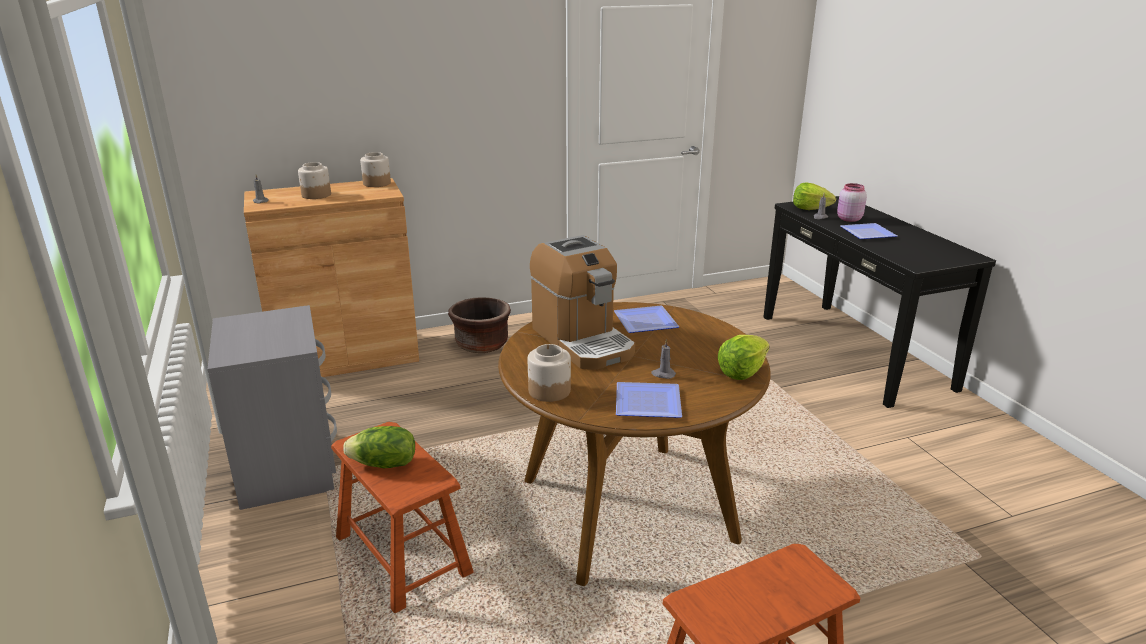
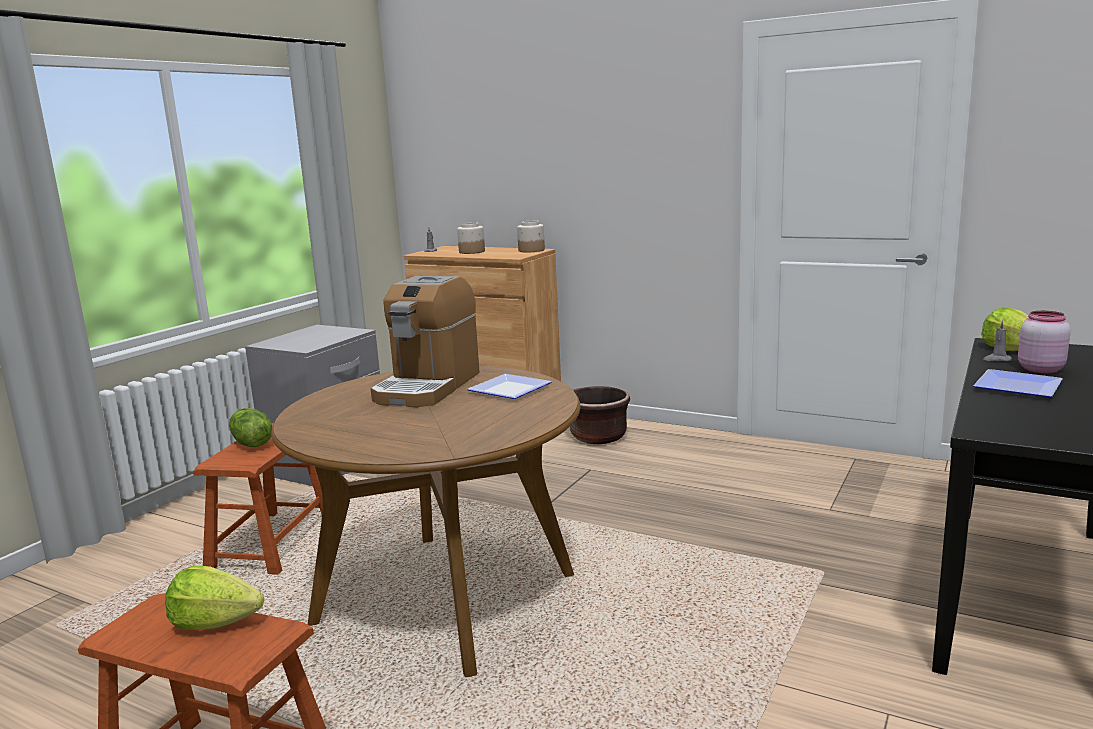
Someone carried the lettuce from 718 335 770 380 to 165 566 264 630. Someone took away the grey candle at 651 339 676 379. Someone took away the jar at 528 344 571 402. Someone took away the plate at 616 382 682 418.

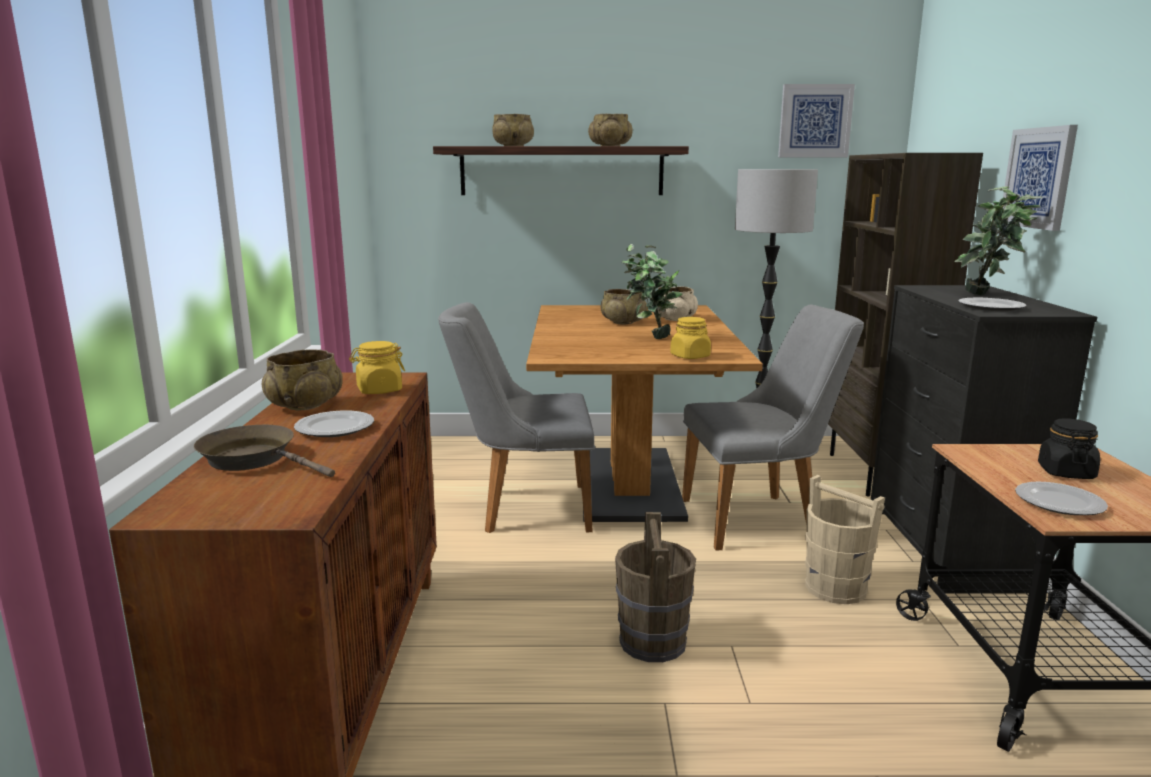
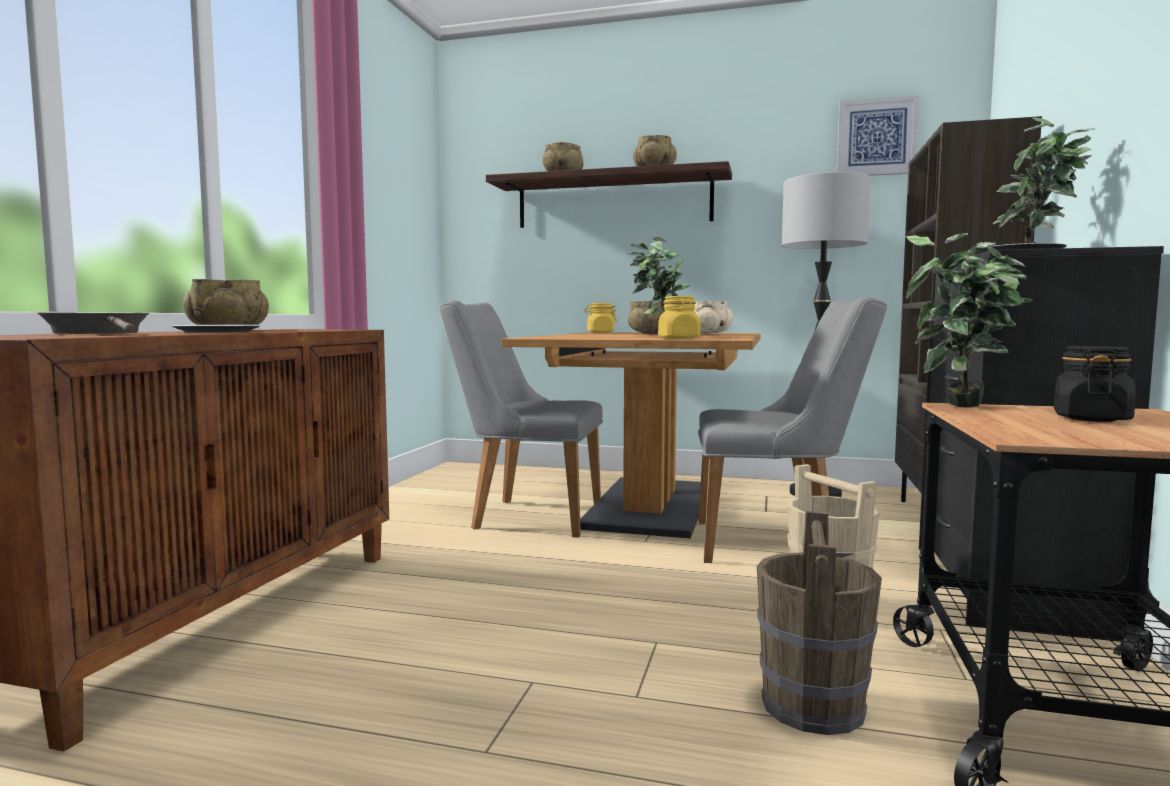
Someone took away the picture at 1003 125 1078 231. Someone carried the yellow jar from 349 341 405 394 to 584 303 617 333. Someone took away the plate at 1015 482 1108 515. Someone carried the brown bucket from 615 512 696 662 to 757 511 882 735. Someone put down the potted plant at 905 233 1033 408.

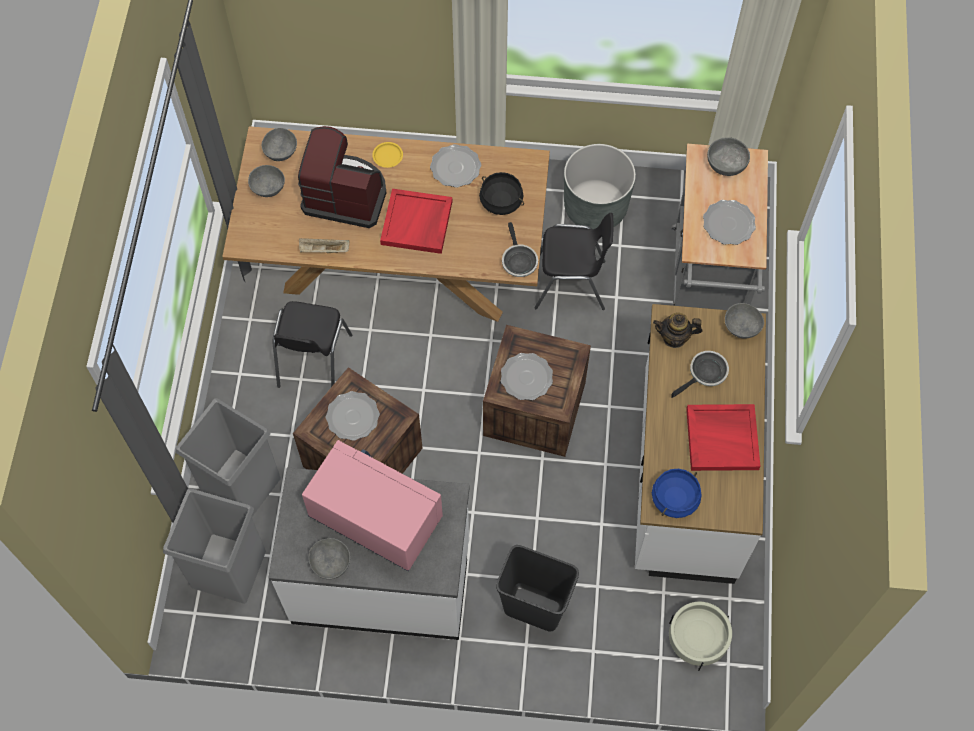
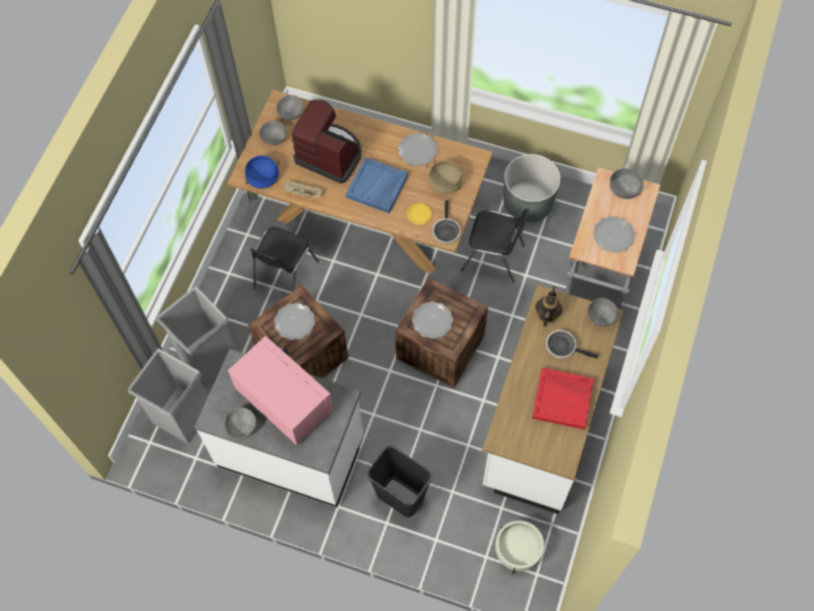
Someone carried the yellow plate from 372 142 403 168 to 407 203 432 225. Someone repainted the black cooking pot at 479 172 524 215, which became the beige cooking pot at 428 161 463 194. Someone repainted the red tray at 380 189 452 254, which became the blue tray at 346 157 408 214. Someone rotated the teapot at 653 313 703 348 by 90 degrees clockwise. Someone rotated the frying pan at 671 351 729 398 by 135 degrees counterclockwise. Someone carried the blue cooking pot from 652 469 702 518 to 245 155 279 189.

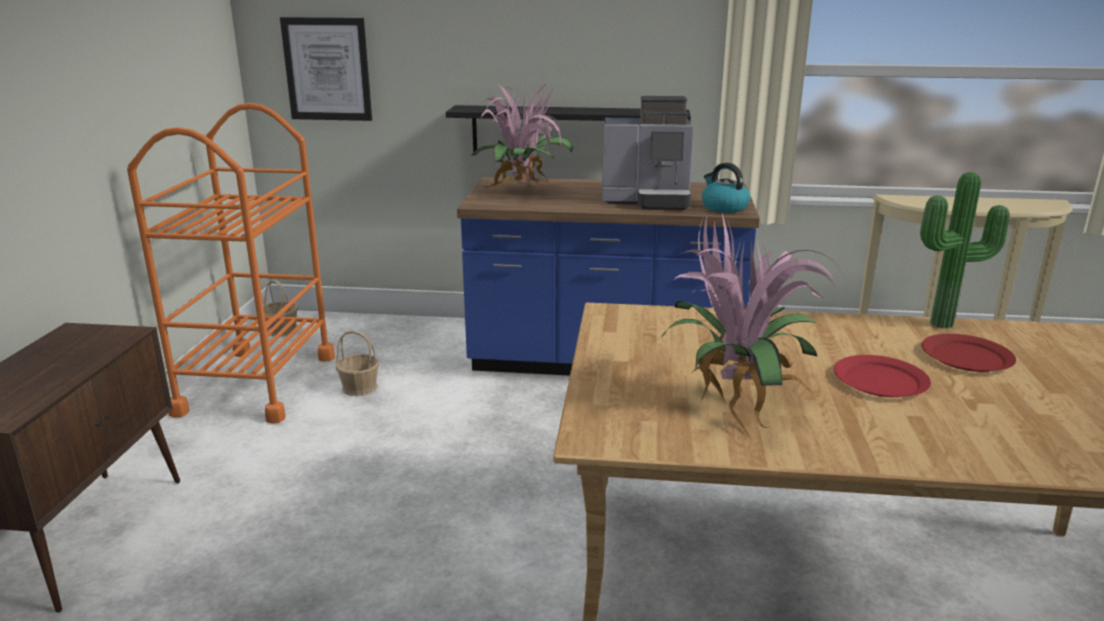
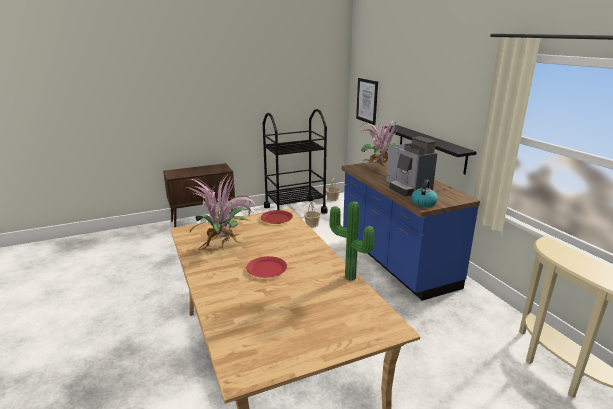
Someone repainted the orange cart at 127 103 335 423, which became the black cart at 263 109 327 214. Someone carried the red plate from 921 334 1016 372 to 261 210 293 224.

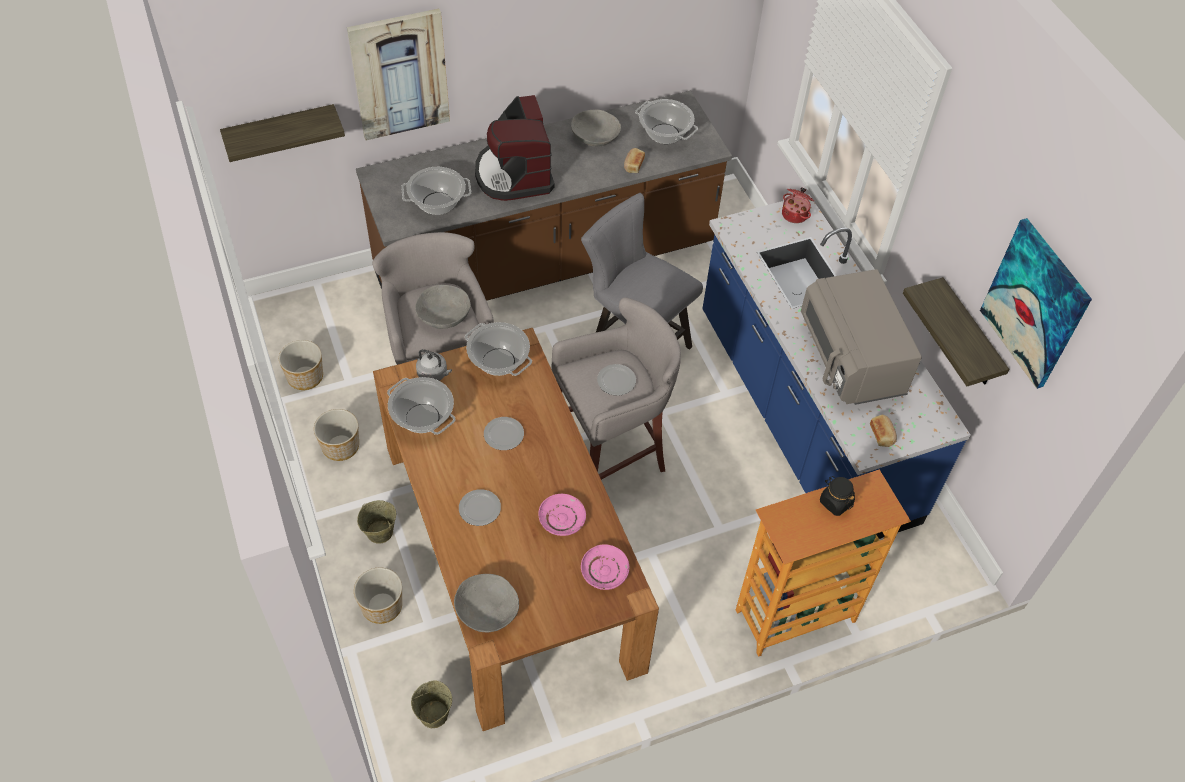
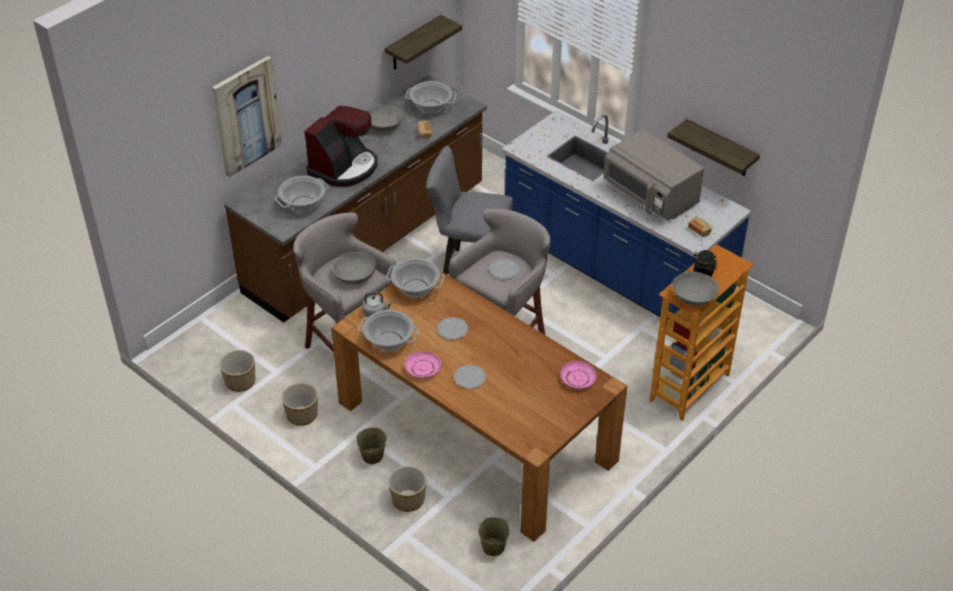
Someone rotated the coffee machine at 475 95 555 201 by 105 degrees counterclockwise. Someone carried the shelf from 220 104 345 162 to 385 15 462 70. Someone took away the cooking pot at 782 187 814 223. Someone took away the picture at 980 218 1092 389. Someone carried the pink plate from 538 494 586 536 to 405 351 441 379. Someone carried the grey bowl from 454 574 519 633 to 672 271 719 306.

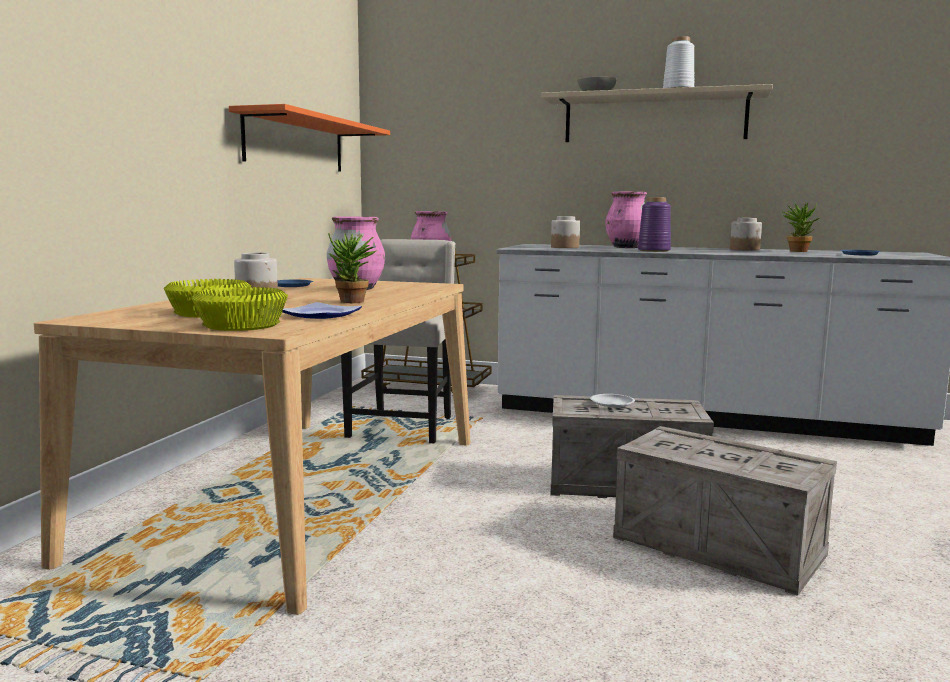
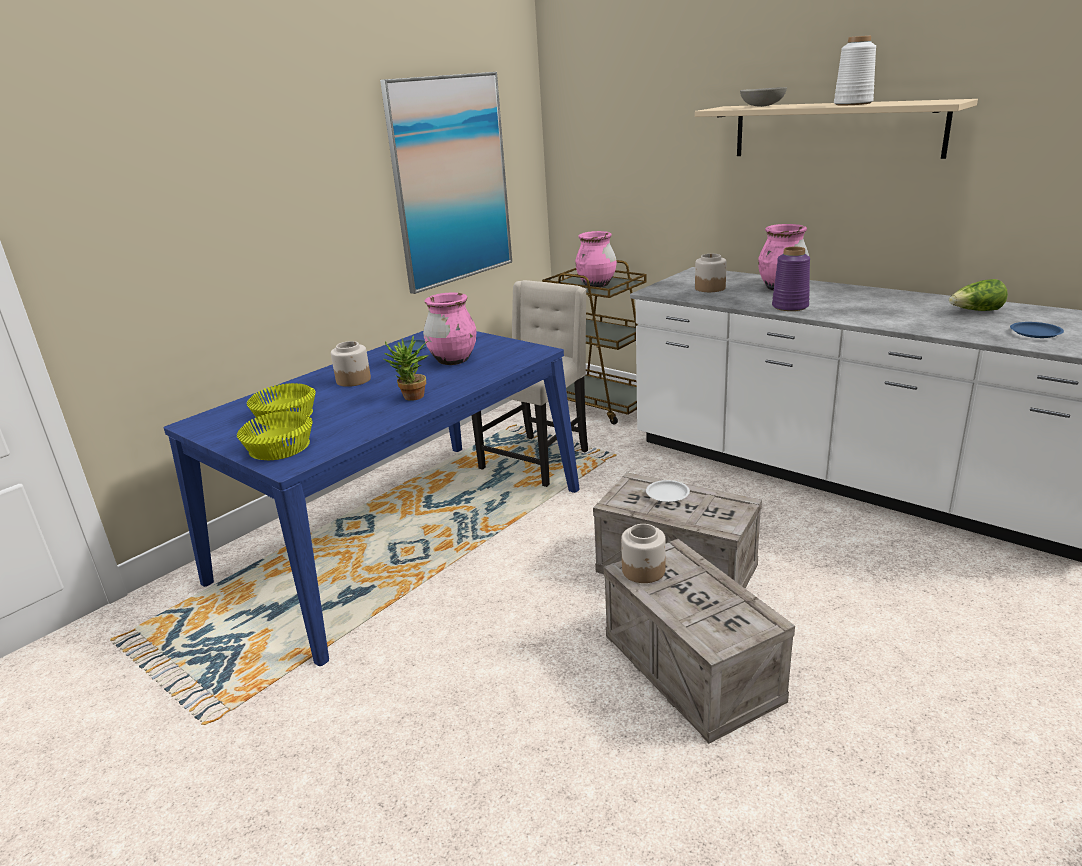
Someone swapped the orange shelf at 229 104 390 172 for the picture at 380 72 512 294. Someone swapped the potted plant at 782 203 820 252 for the lettuce at 949 279 1008 311. Someone carried the jar from 730 218 762 250 to 621 524 666 583. Someone repainted the beige dining table at 34 278 470 615, which became the blue dining table at 163 331 580 666. Someone took away the plate at 282 302 362 319.

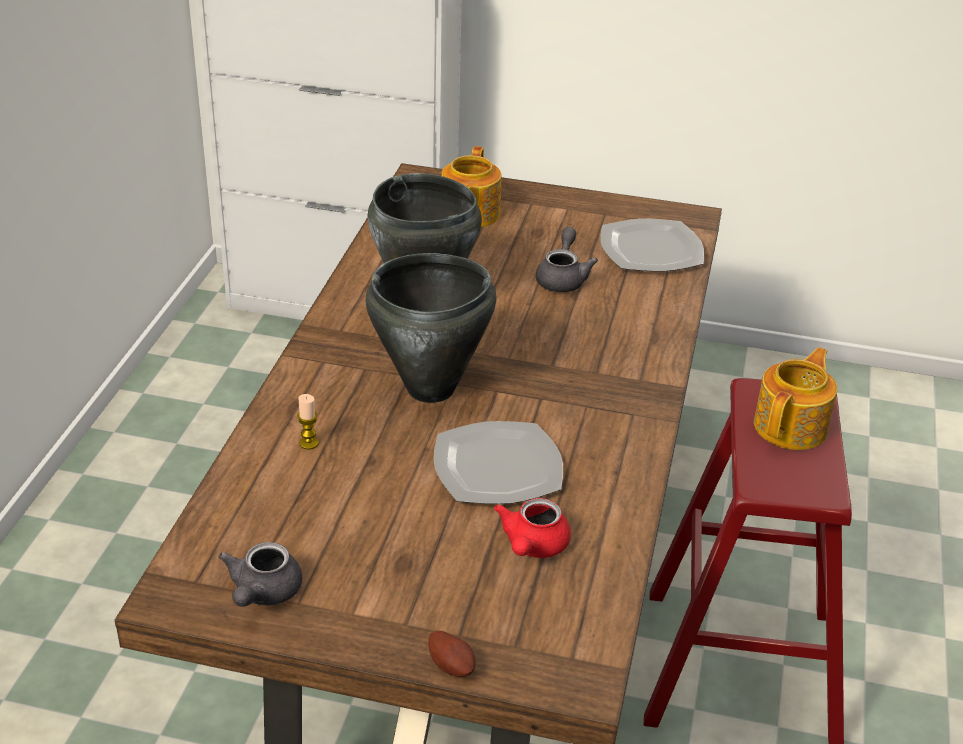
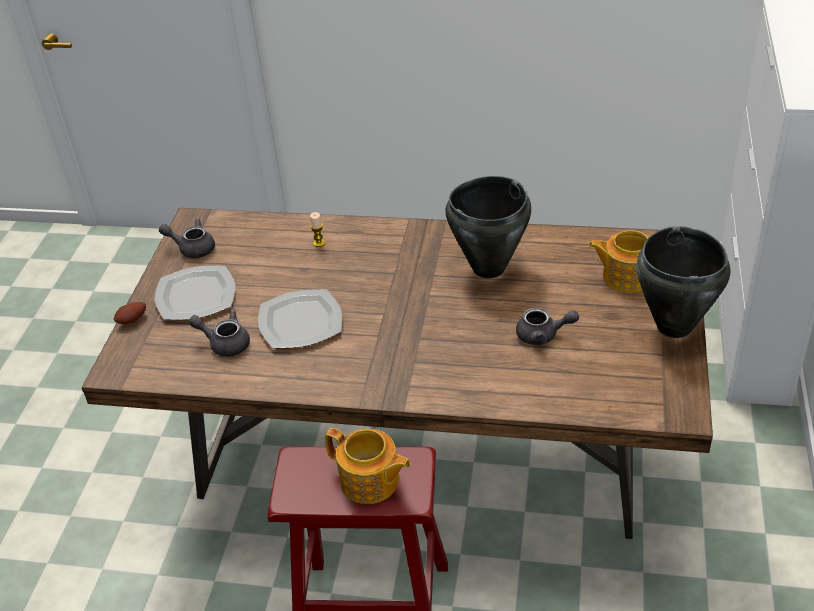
Someone carried the plate from 600 219 704 272 to 155 266 235 320. Someone carried the black cooking pot from 366 253 496 403 to 636 226 730 338. Someone repainted the red teapot at 494 498 571 558, which became the grey teapot at 188 309 250 357.

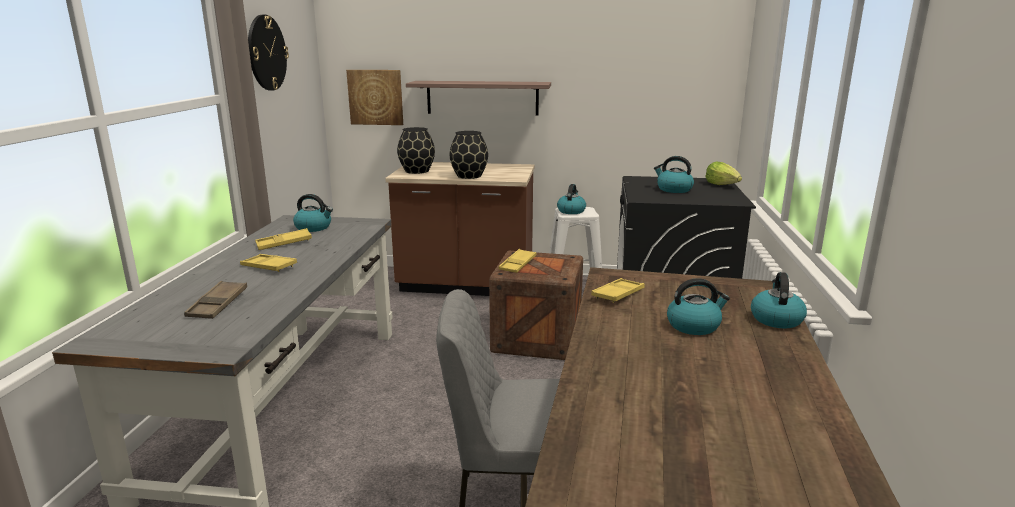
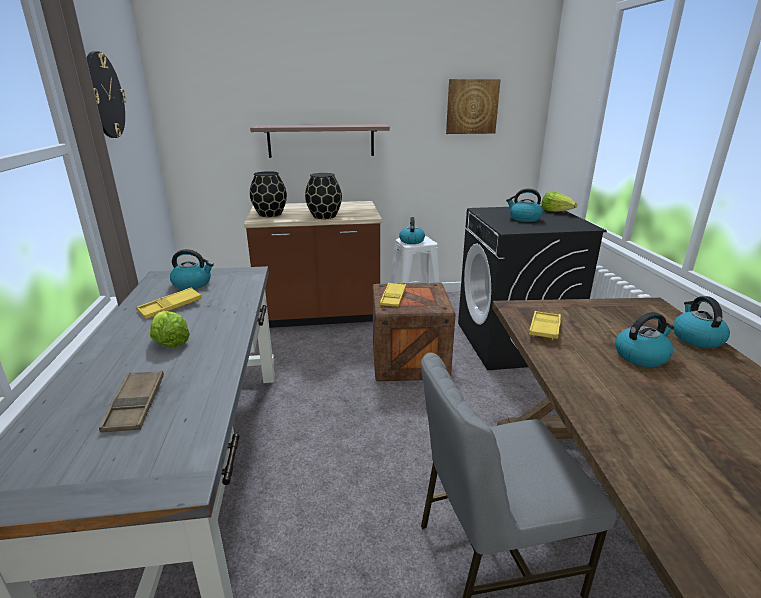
Someone carried the picture from 346 70 403 125 to 446 79 501 134. Someone swapped the yellow tray at 240 254 297 272 for the lettuce at 150 311 190 347.

